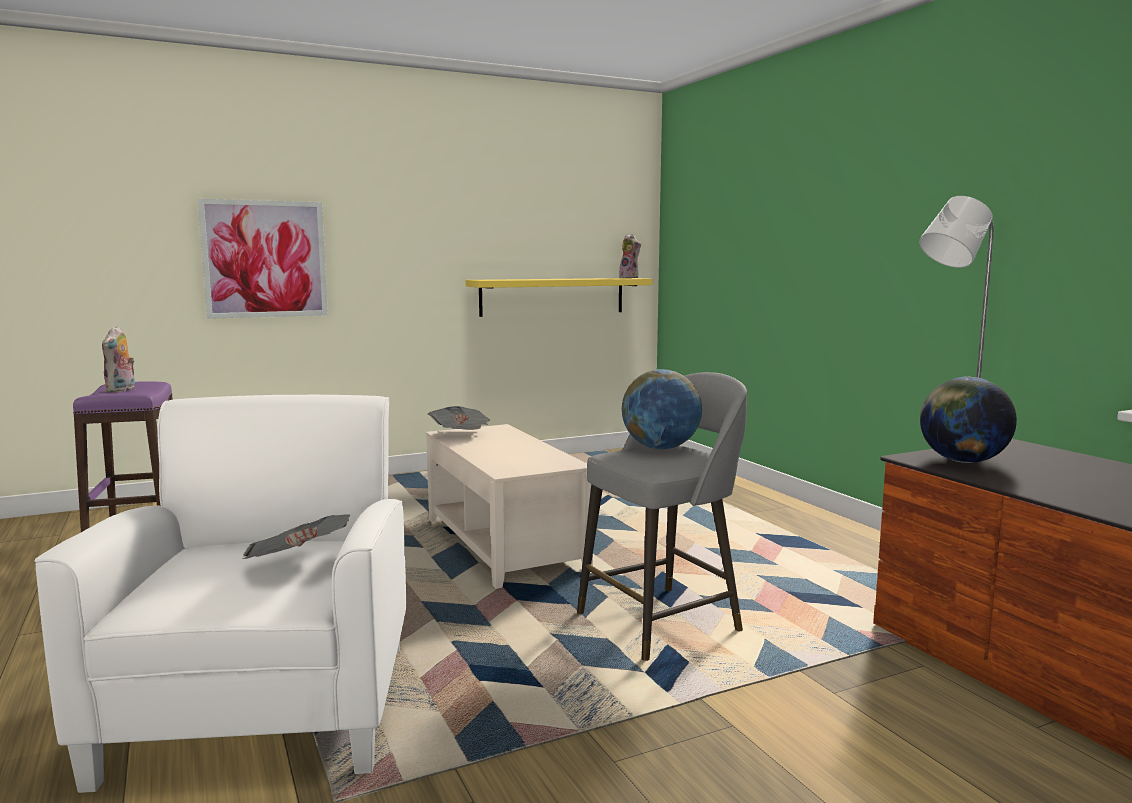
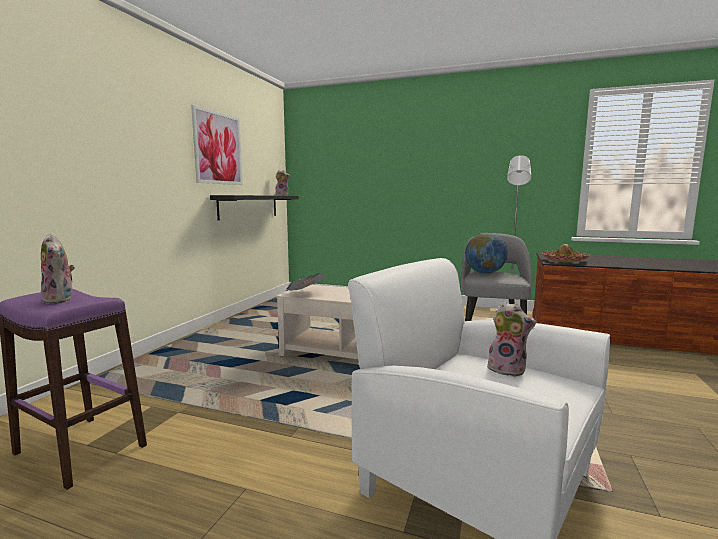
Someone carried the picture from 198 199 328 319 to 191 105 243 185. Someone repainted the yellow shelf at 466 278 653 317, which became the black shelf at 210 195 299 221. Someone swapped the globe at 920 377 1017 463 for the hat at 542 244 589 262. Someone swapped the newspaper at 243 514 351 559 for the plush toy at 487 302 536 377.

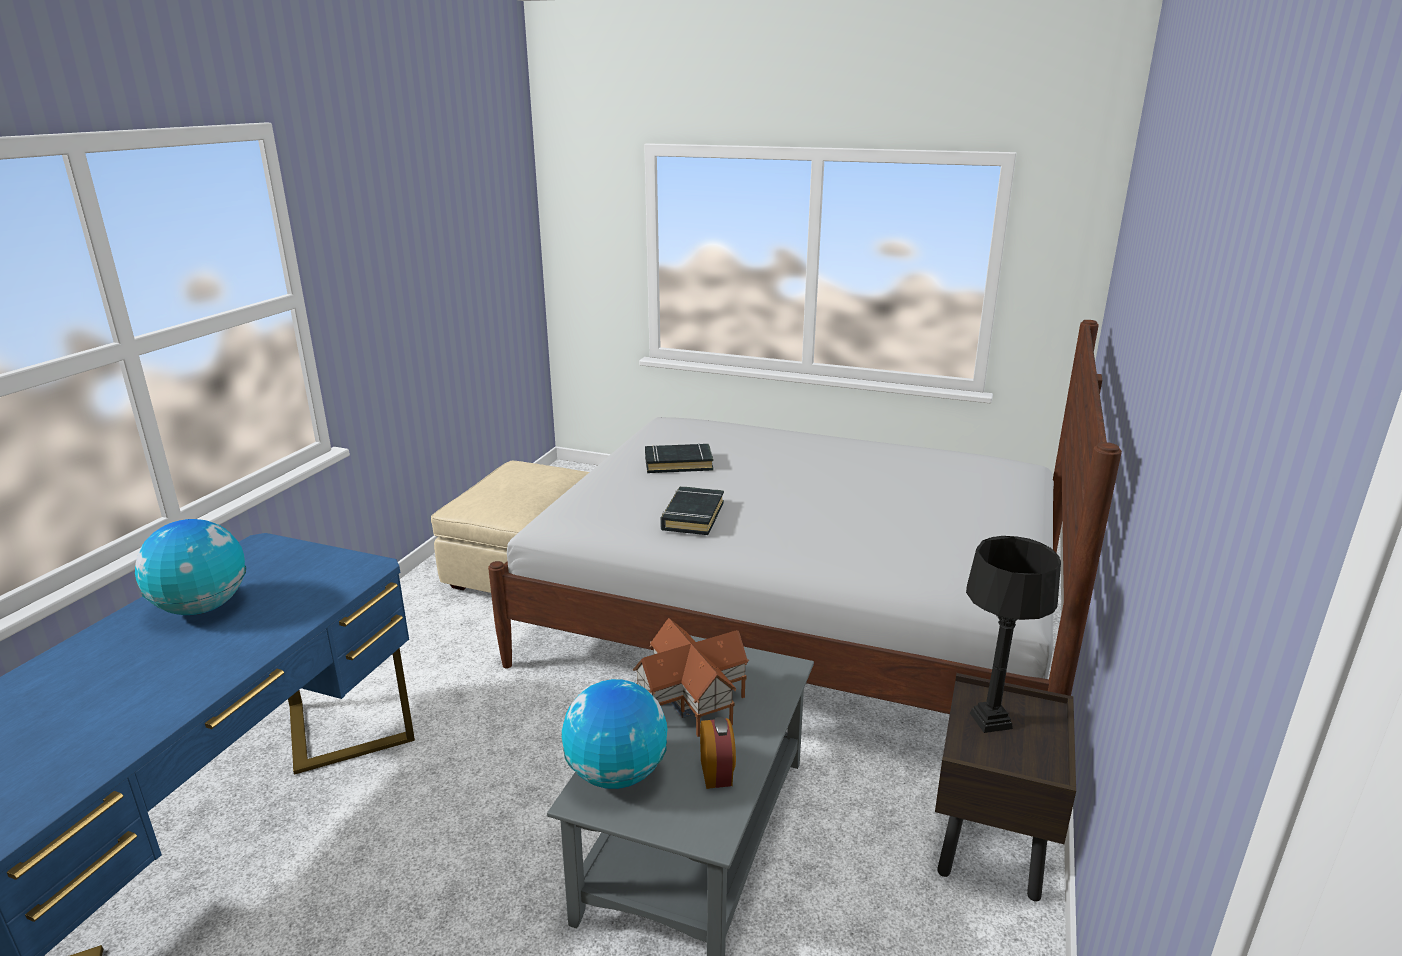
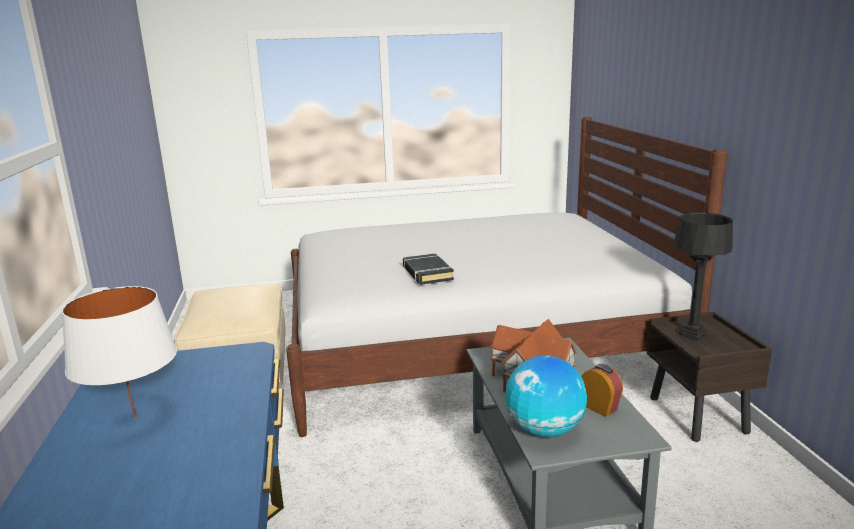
Someone took away the black book at 645 443 713 473. Someone swapped the globe at 135 519 246 615 for the white table lamp at 62 286 177 418.

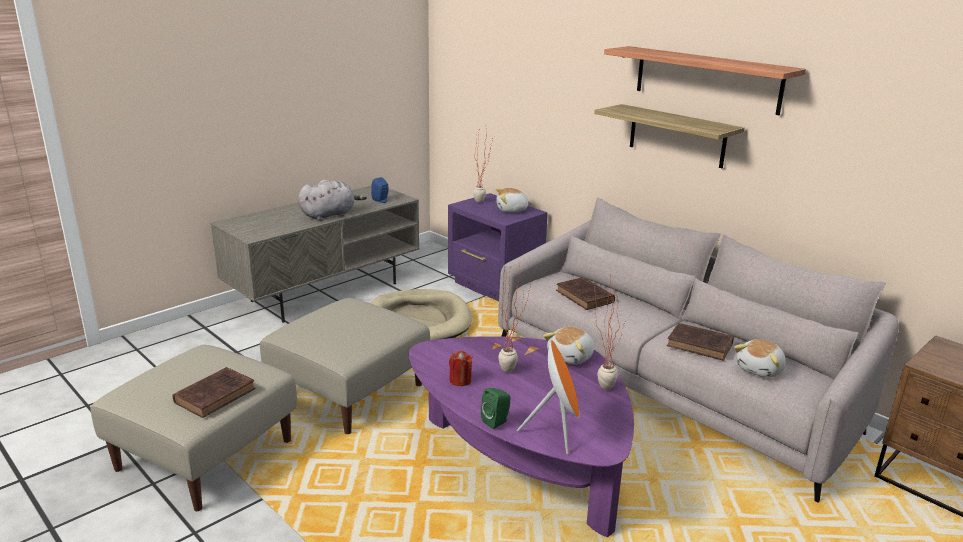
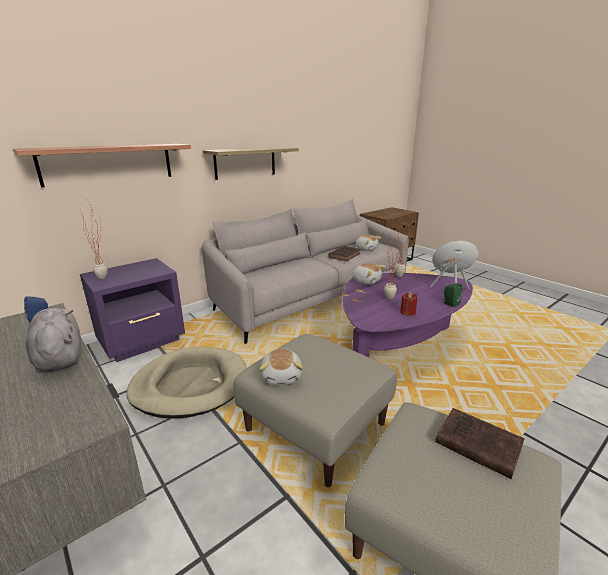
Someone carried the shelf from 604 46 806 115 to 13 144 191 187. Someone carried the plush toy from 496 188 532 212 to 259 349 303 385. Someone took away the brown book at 556 277 615 310.

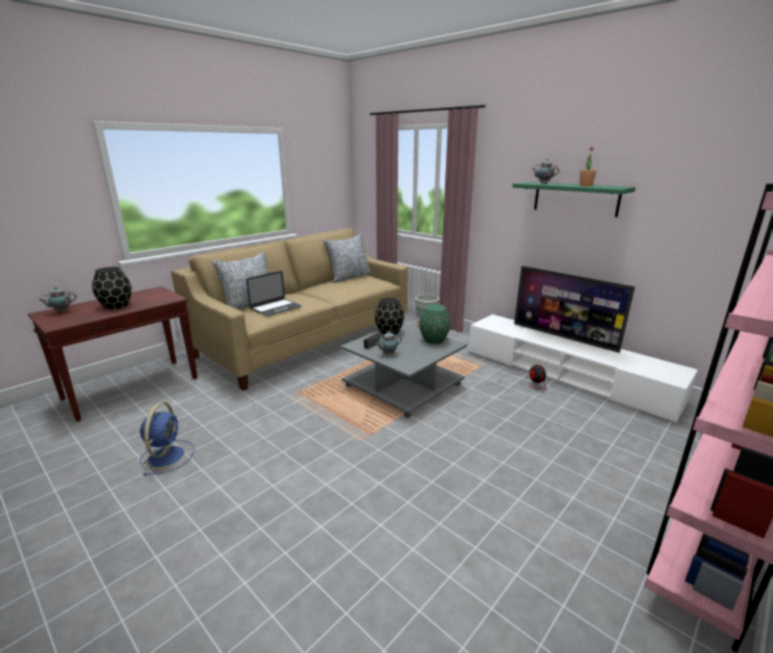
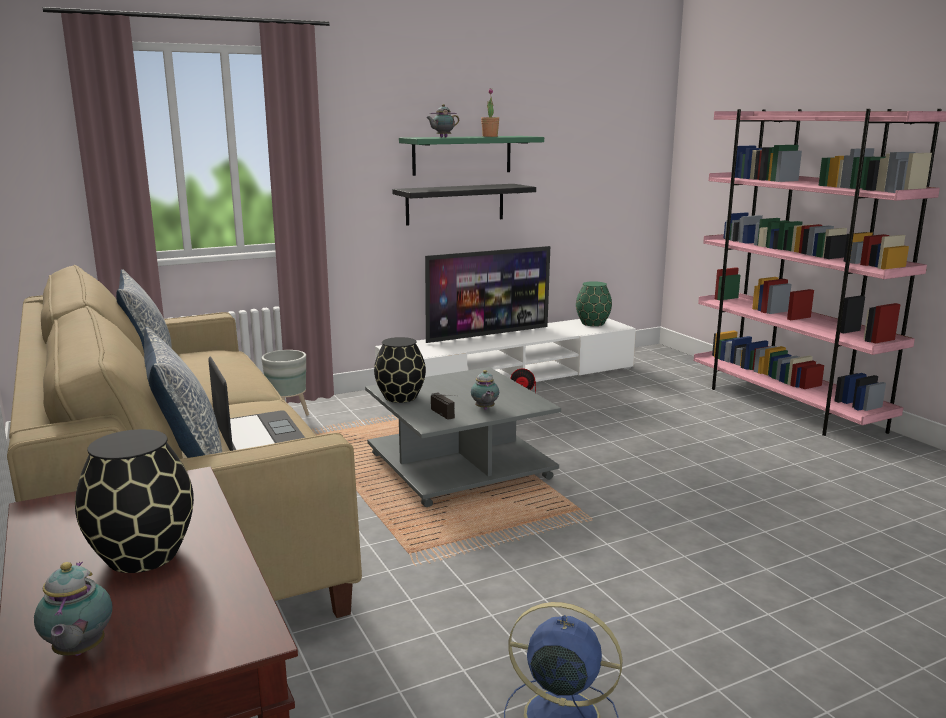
Someone carried the green vase from 419 304 450 344 to 576 281 612 326. Someone put up the black shelf at 392 184 536 226.

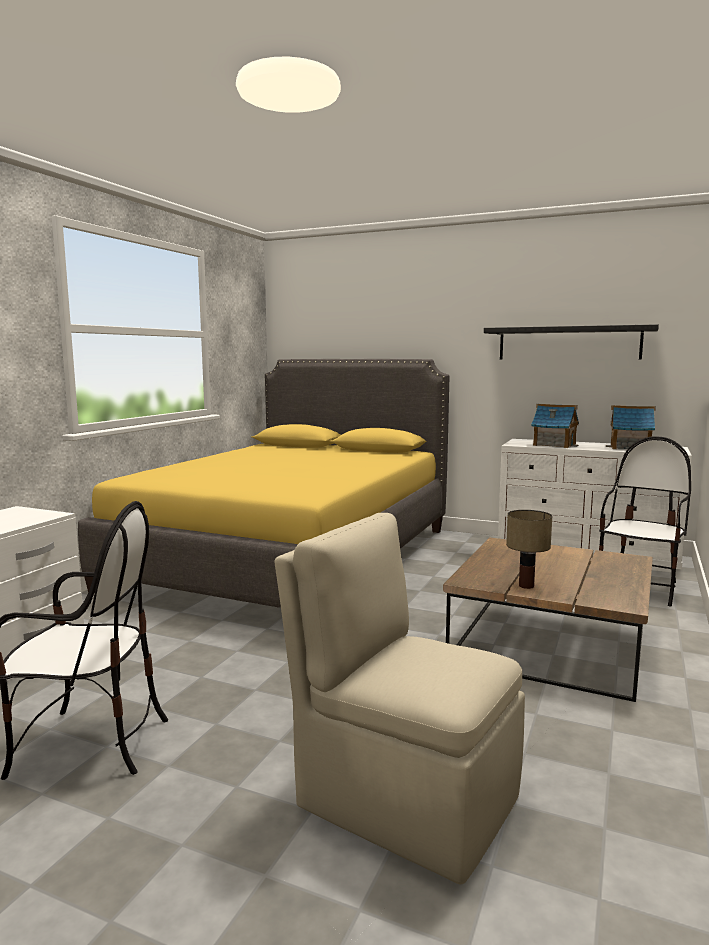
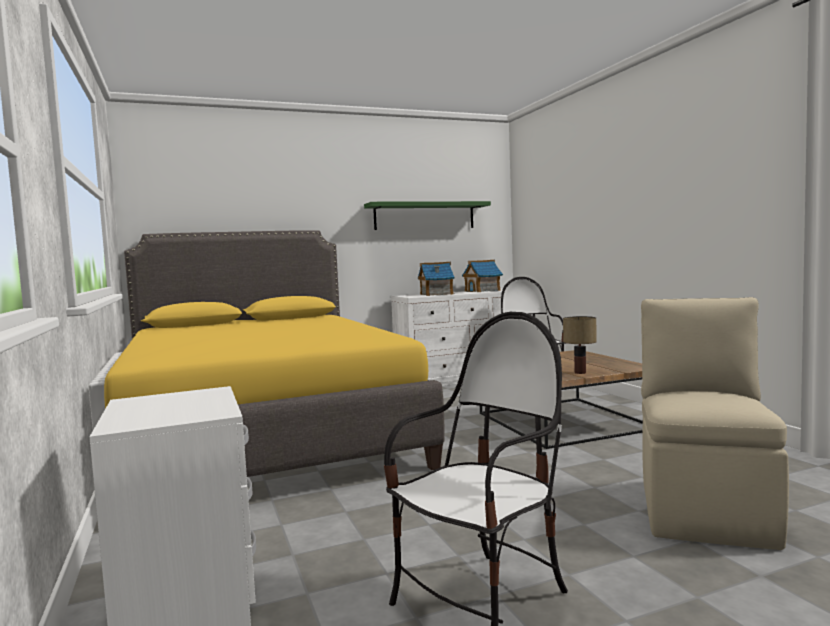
Someone repainted the black shelf at 484 324 659 360, which became the green shelf at 364 201 491 230. Someone rotated the beige chair at 274 513 525 884 by 120 degrees clockwise.

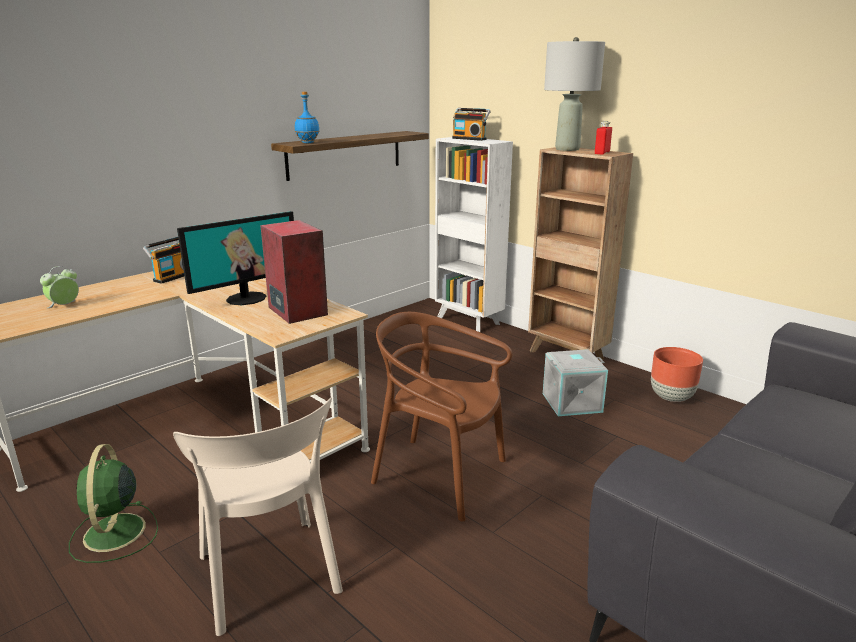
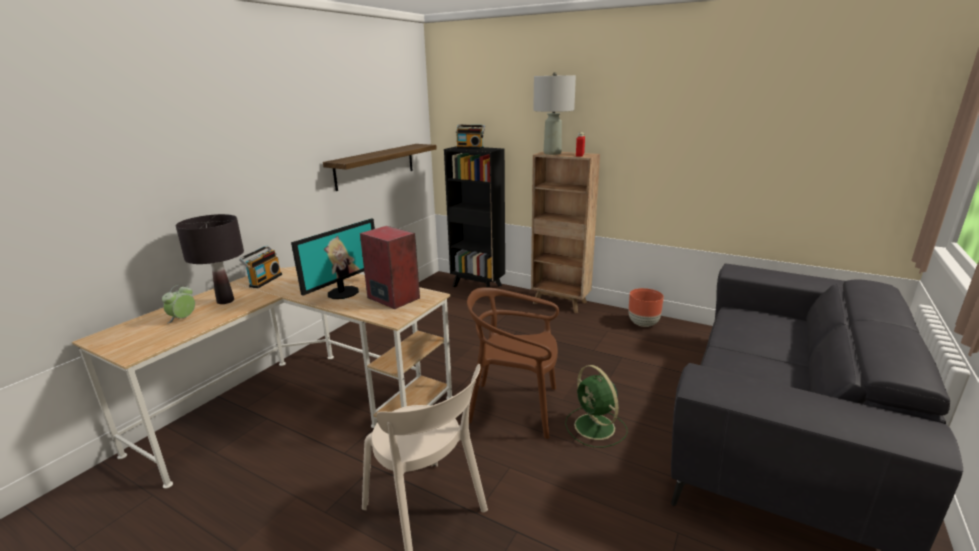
Someone took away the blue bottle at 295 92 320 143. Someone repainted the white bookcase at 435 137 513 332, which became the black bookcase at 444 146 505 288. Someone took away the grey storage box at 543 349 608 416. Someone carried the green fan from 69 444 158 563 to 565 365 628 447. Someone put down the black table lamp at 176 214 244 304.

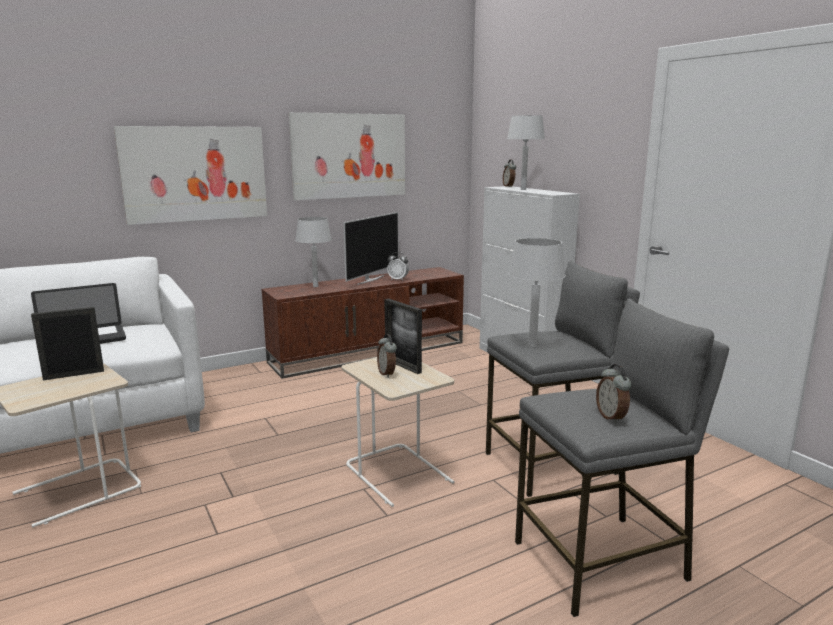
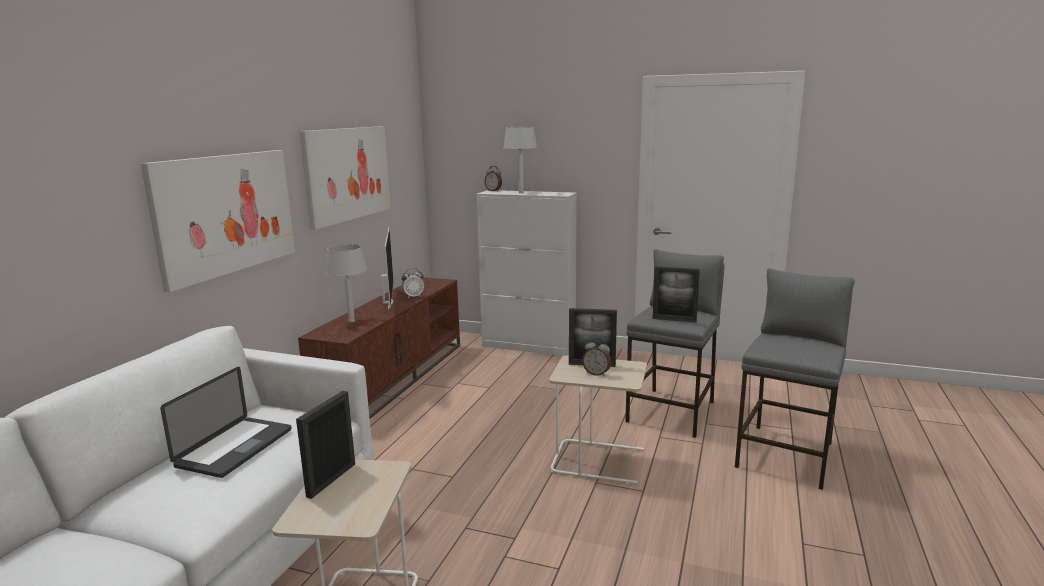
Someone swapped the grey table lamp at 508 238 566 347 for the picture frame at 653 266 700 322. Someone took away the alarm clock at 596 364 631 424.

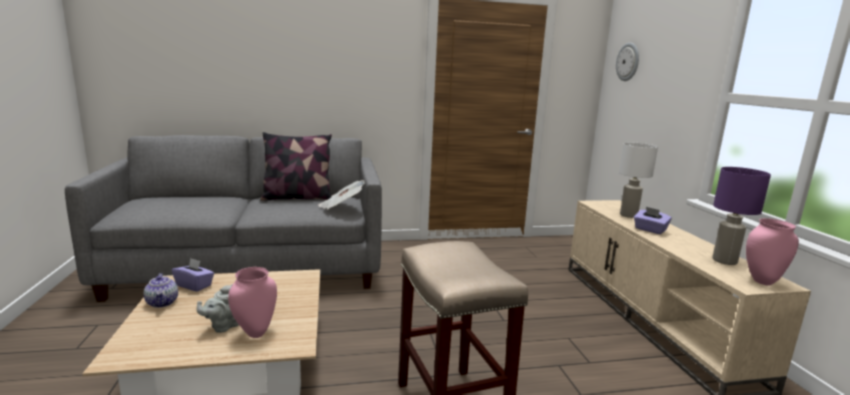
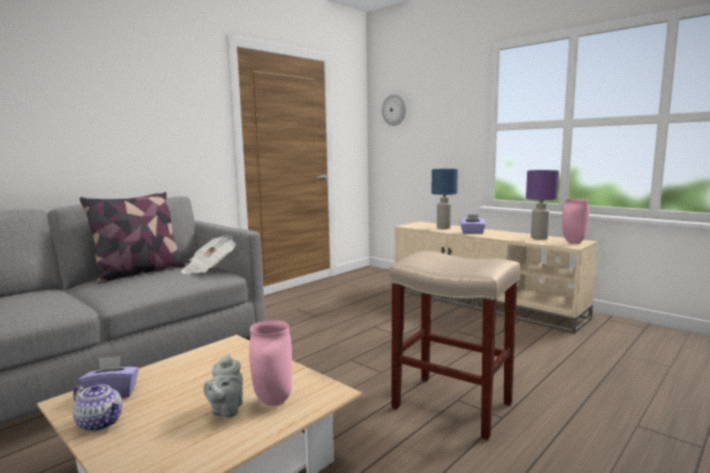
Someone repainted the white table lamp at 619 143 658 218, which became the blue table lamp at 432 169 458 229.

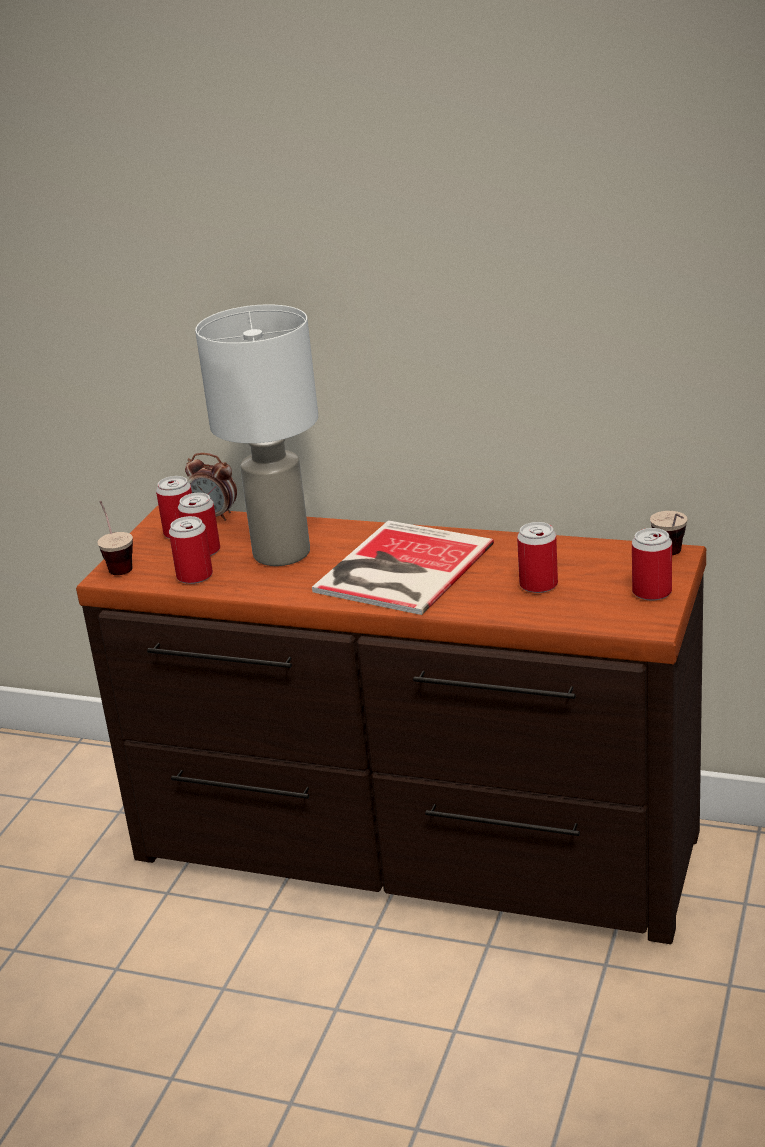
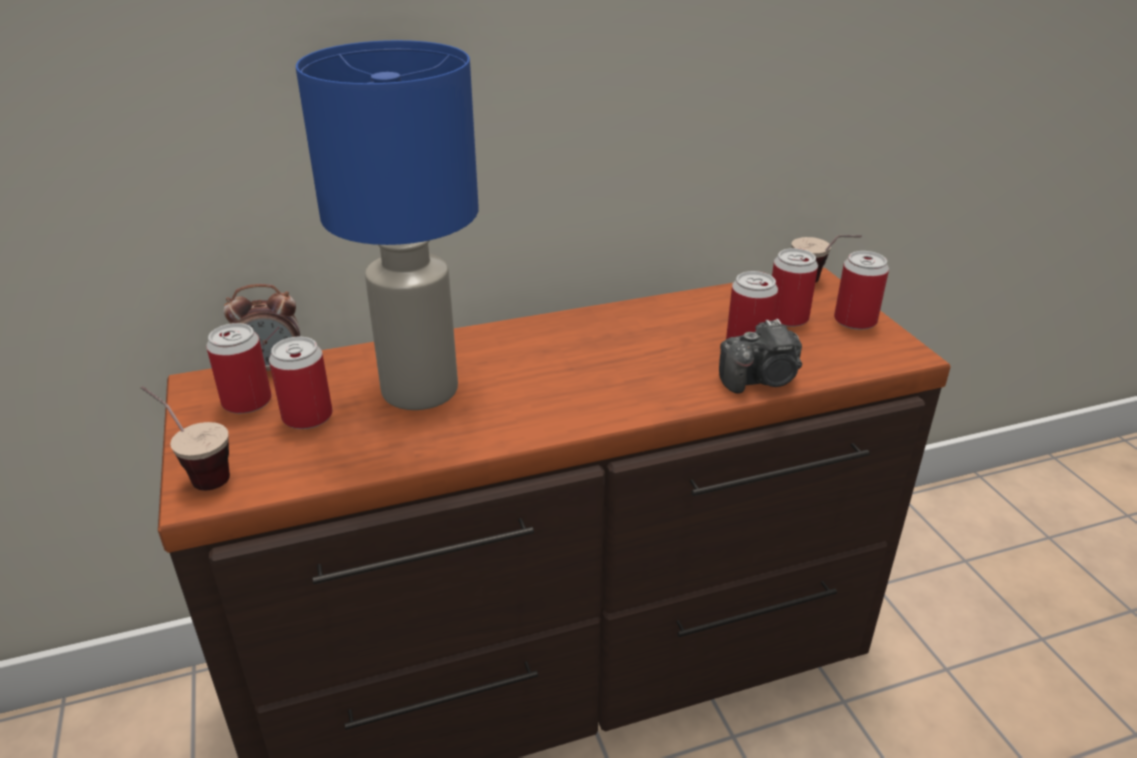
Someone repainted the white table lamp at 195 305 318 566, which became the blue table lamp at 296 40 478 410. Someone carried the can from 169 516 213 584 to 772 248 818 327. Someone took away the book at 312 520 494 615. Someone put down the photo camera at 719 319 802 393.

